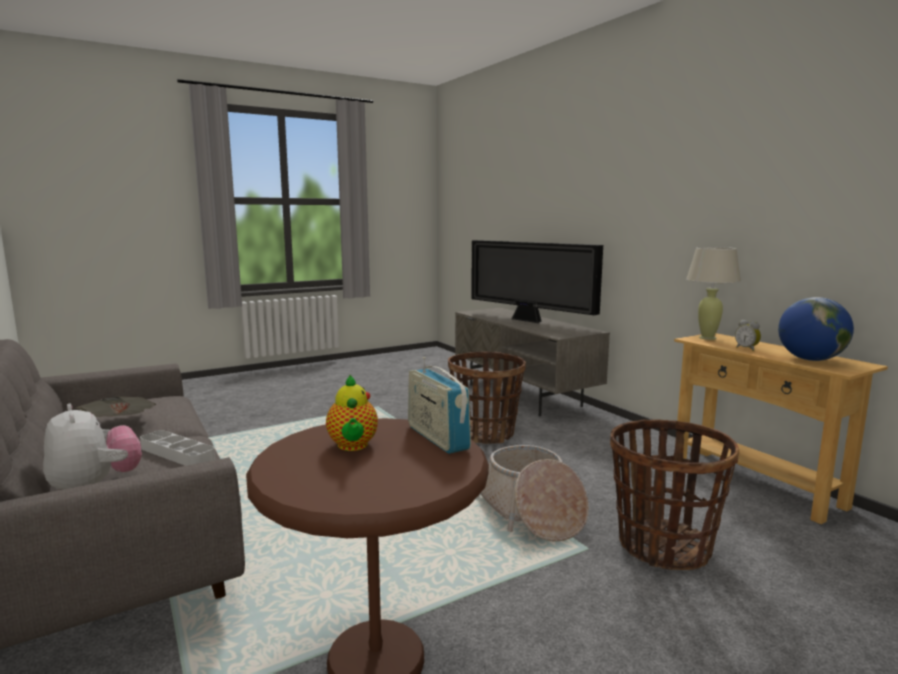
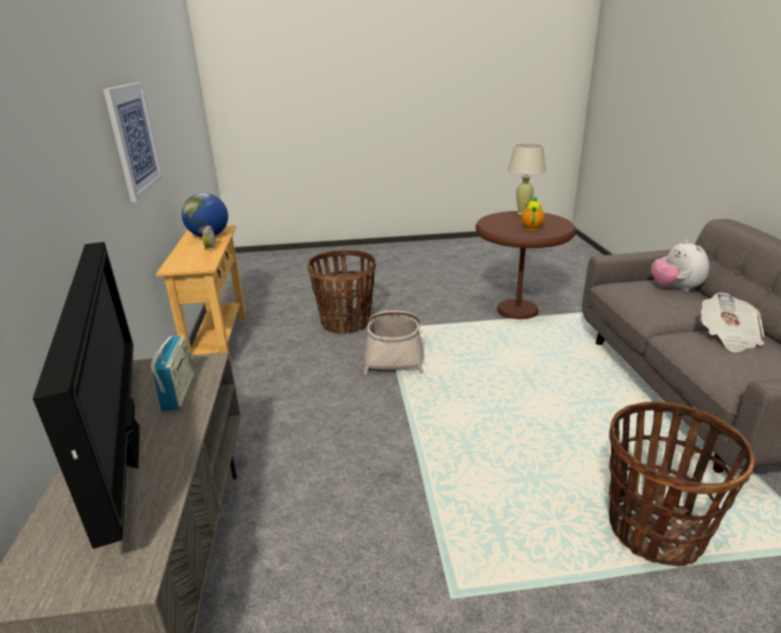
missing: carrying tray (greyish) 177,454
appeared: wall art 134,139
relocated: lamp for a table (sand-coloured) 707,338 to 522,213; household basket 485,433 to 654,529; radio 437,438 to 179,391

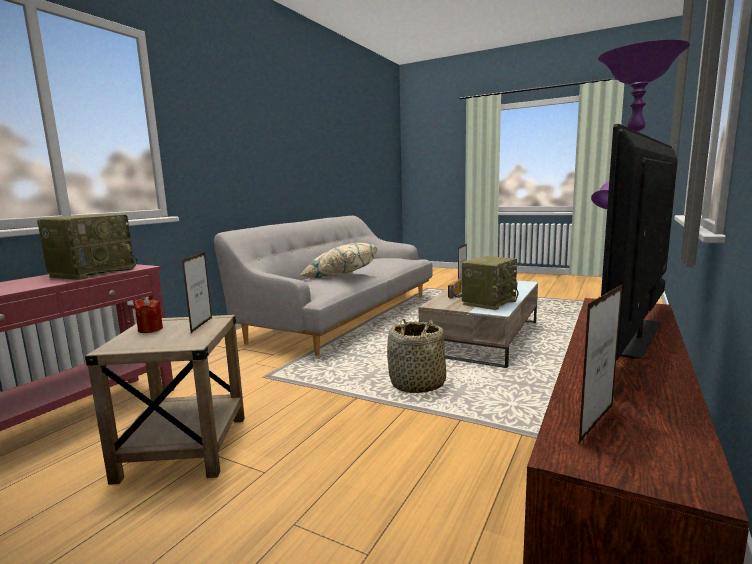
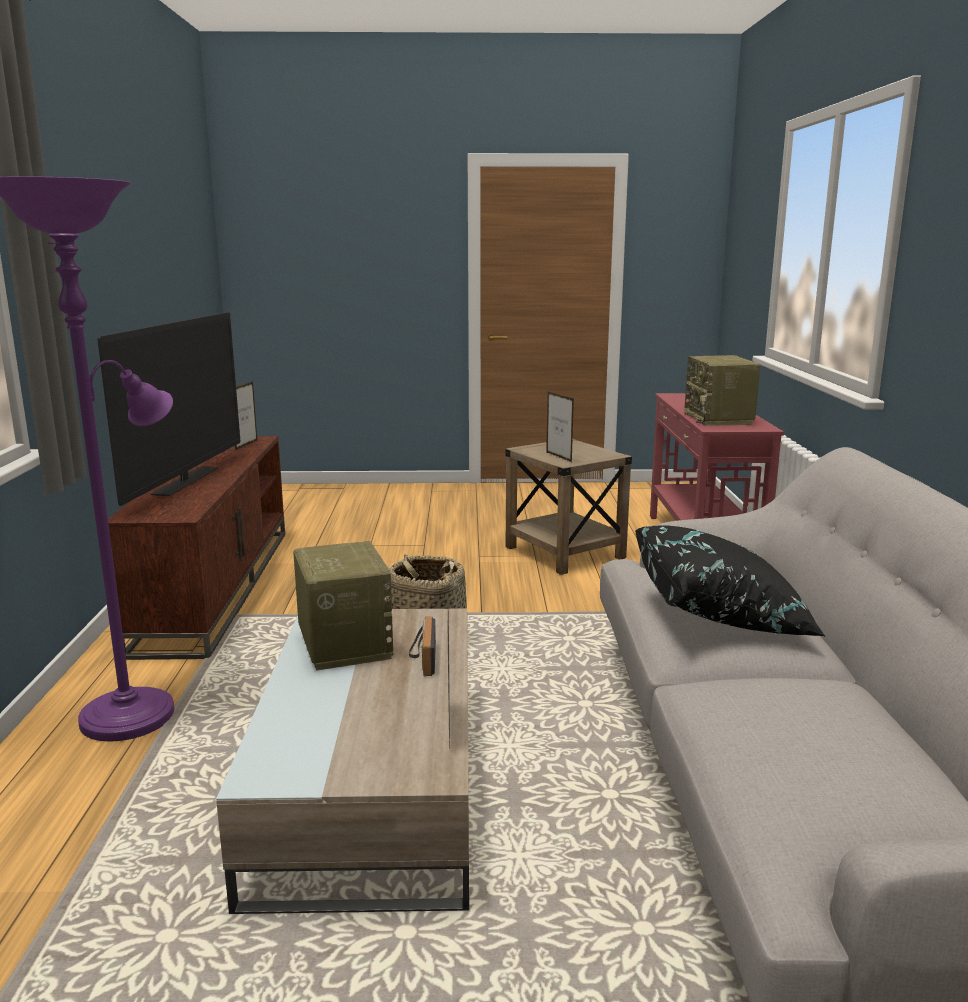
missing: wax light (red) 150,329
colour: pillow (sand-coloured) 340,275 to pillow (black) 721,615
spun: radio 488,302 = 343,643 150 degrees clockwise

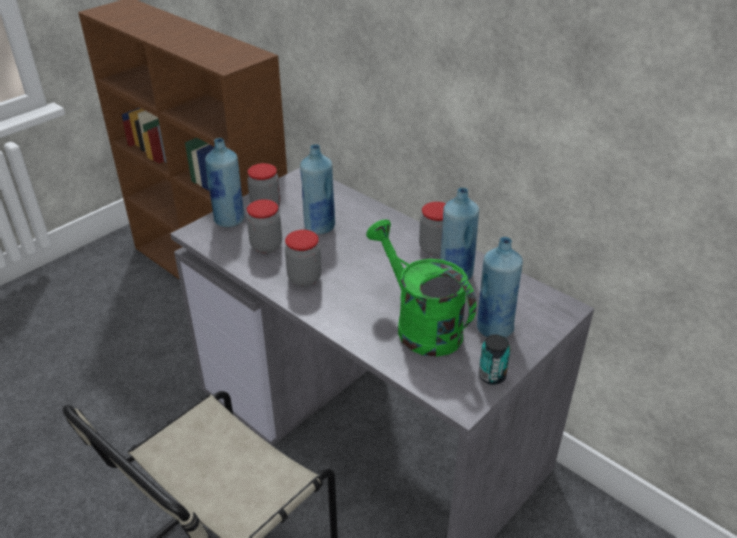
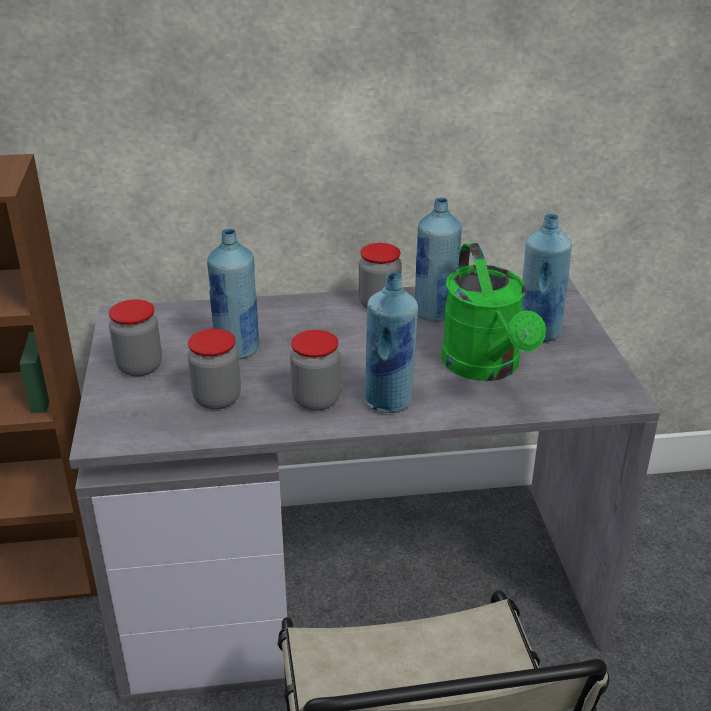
missing: sealed can 492,376
relocated: beverage bottle (blue) 229,220 to 389,401
spun: sprinkling can (green) 420,325 = 486,367 105 degrees counterclockwise

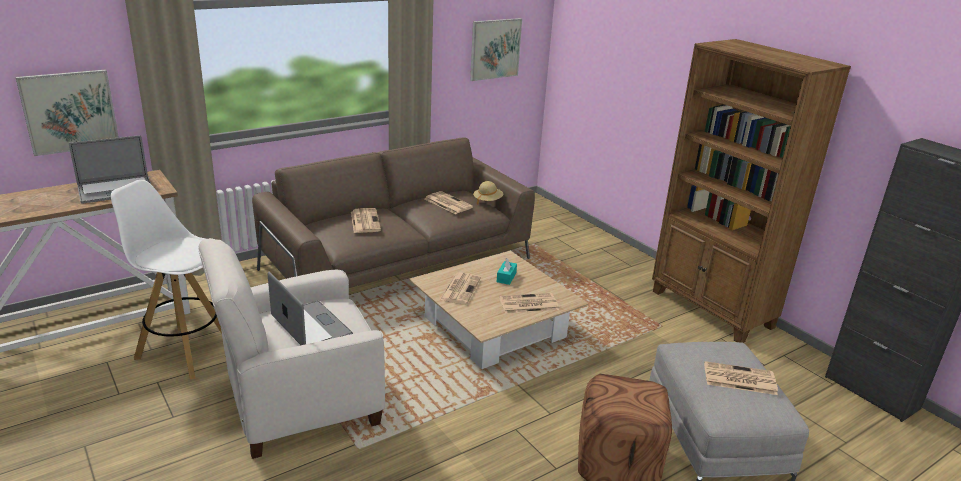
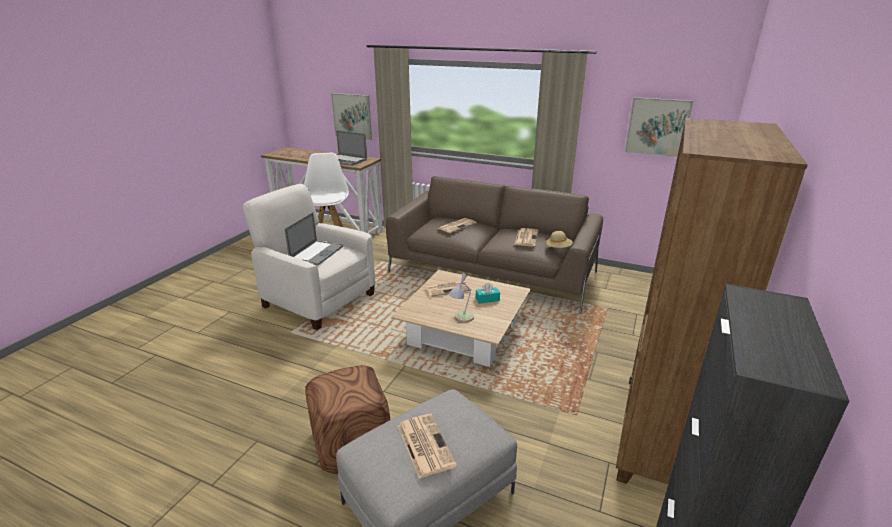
exchanged: printed paper 528,304 to lamp for a table 461,318

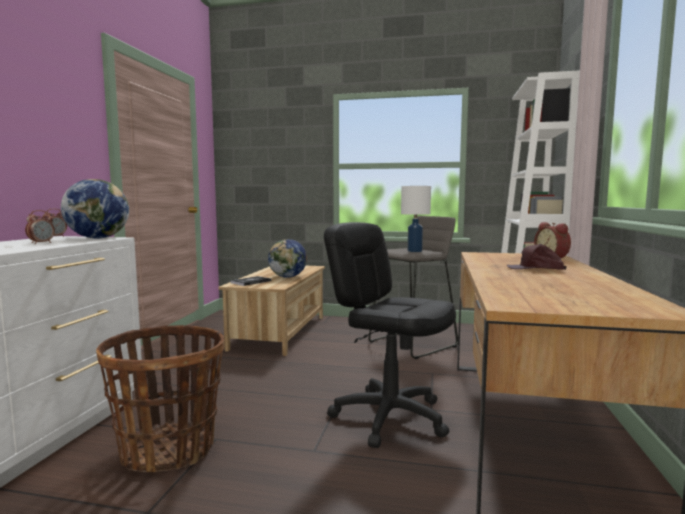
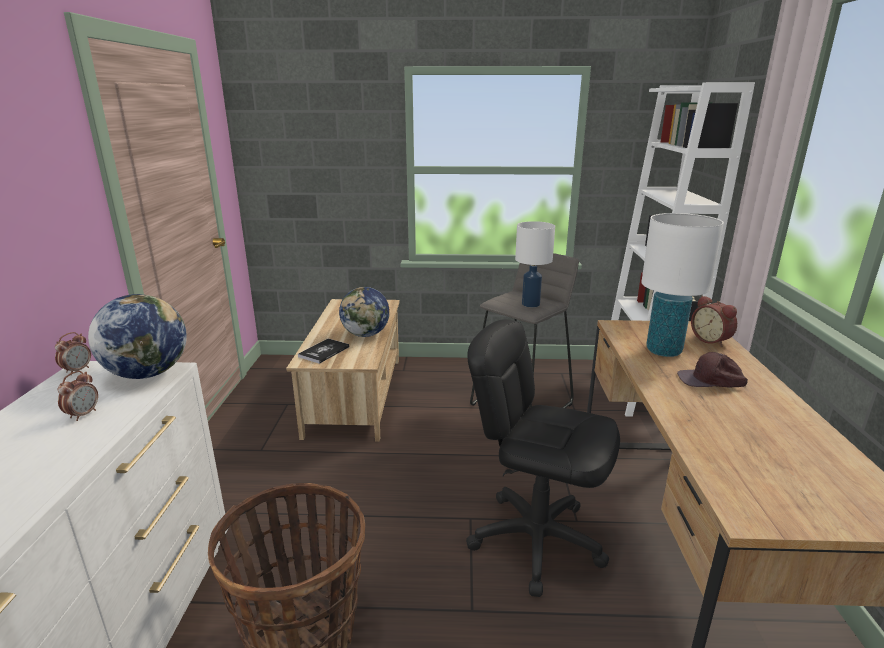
appeared: lamp for a table (white-coloured) 663,351

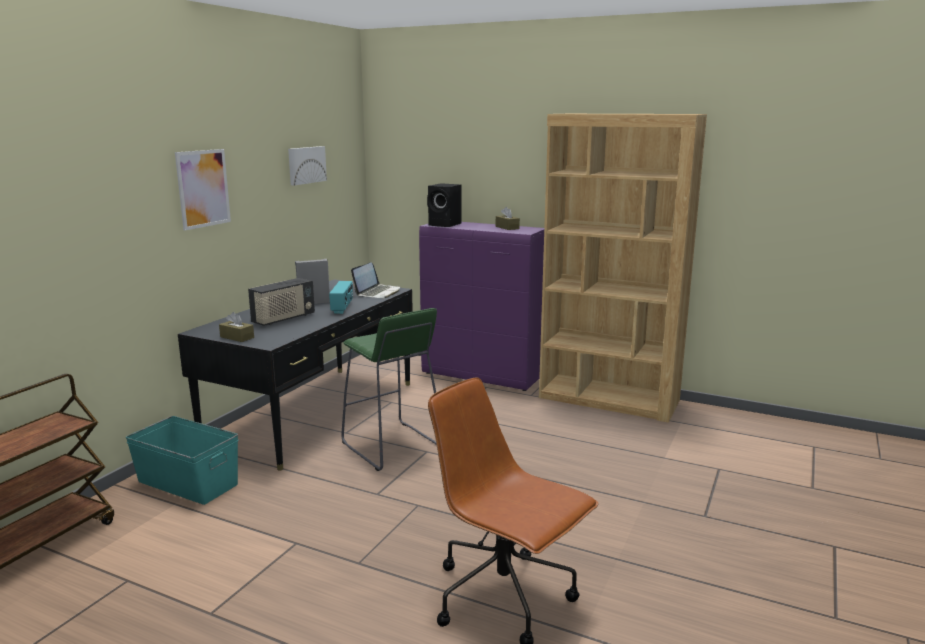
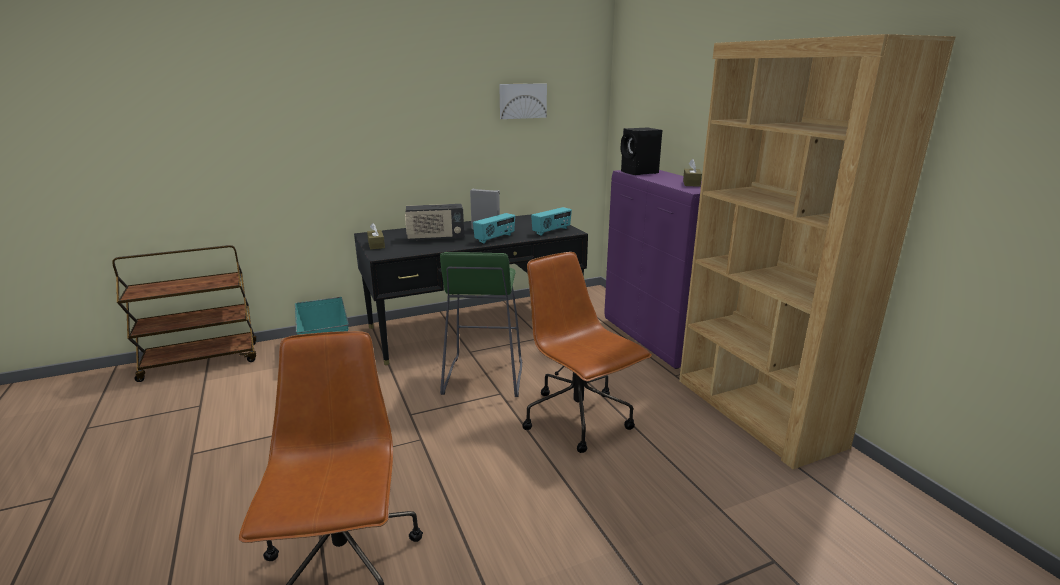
missing: wall art 203,188
appeared: desk chair (brown) 579,419
exchanged: portable computer 378,293 to radio 551,231

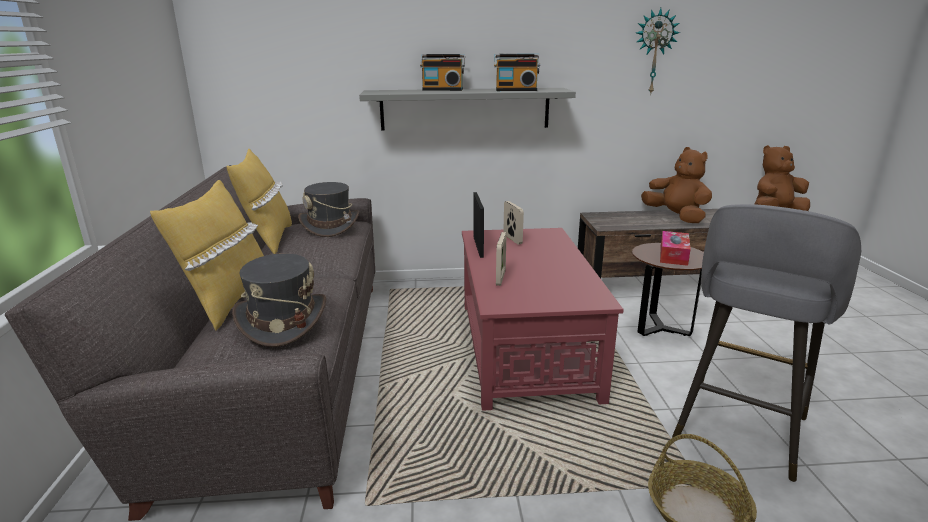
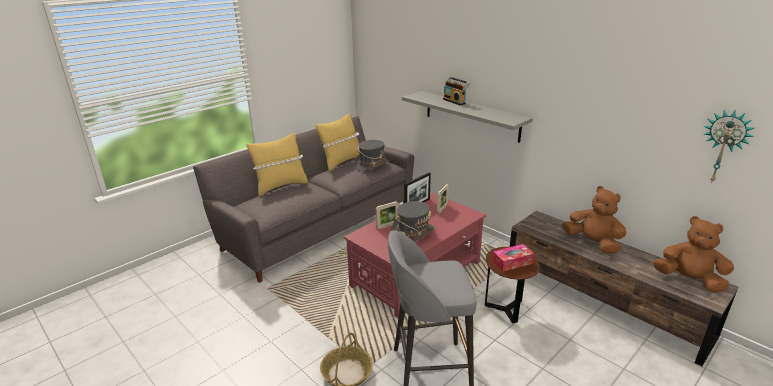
missing: radio 516,90
relocated: hanging clock 654,52 to 723,146; clothing hat (greyish) 282,321 to 412,233
spun: soft toy (brown) 676,217 = 592,243 60 degrees counterclockwise

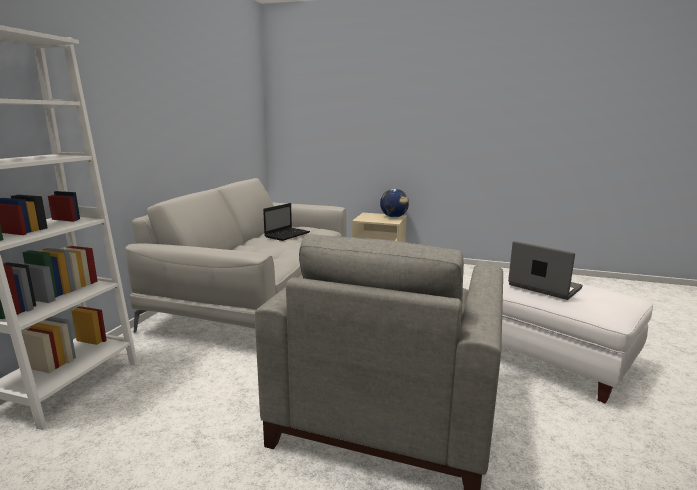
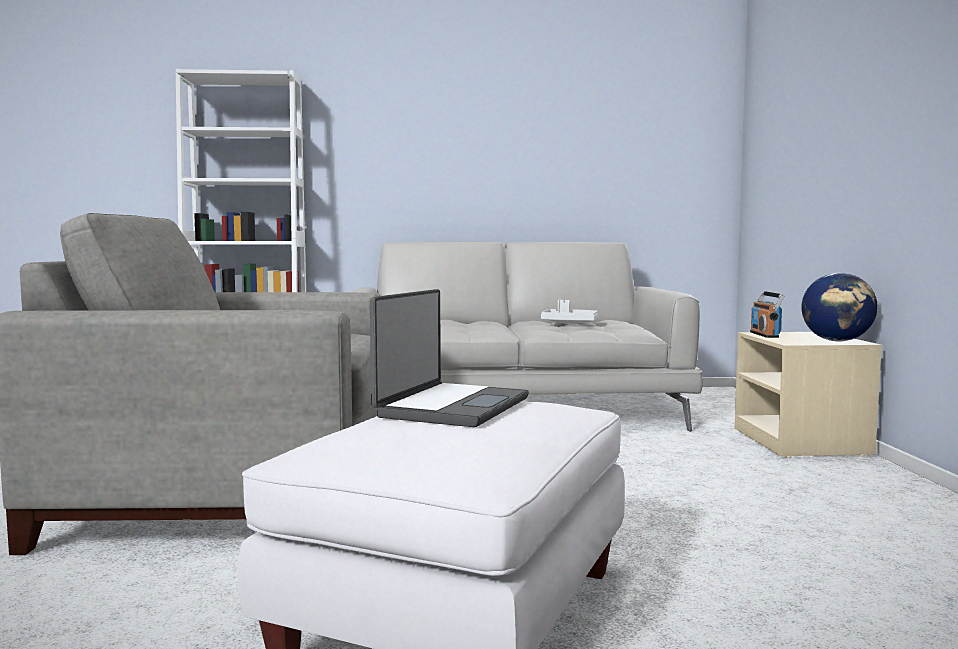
appeared: radio 765,335
exchanged: portable computer 287,234 to carrying tray (white-coloured) 569,323

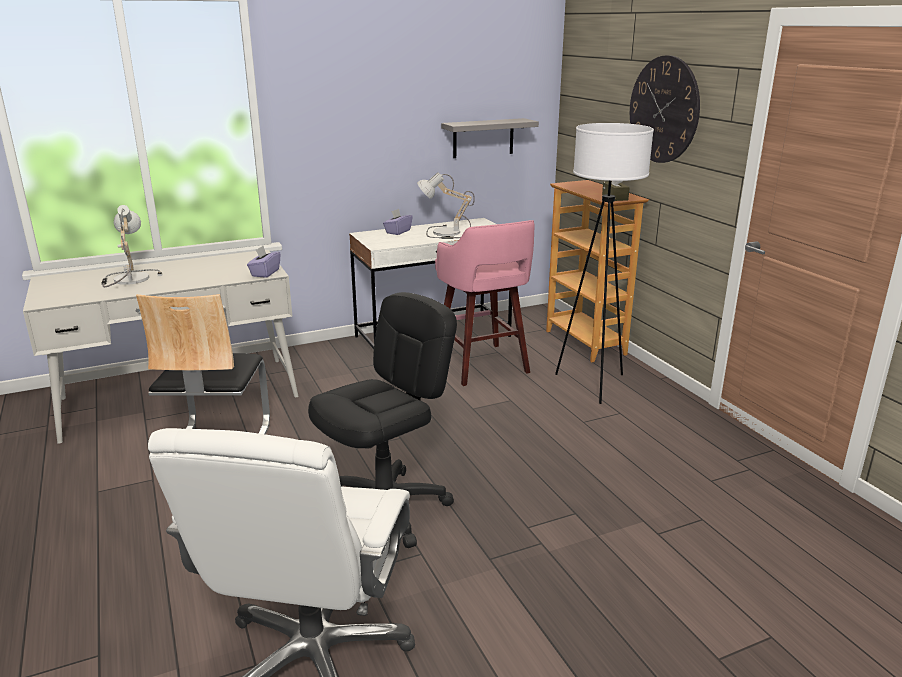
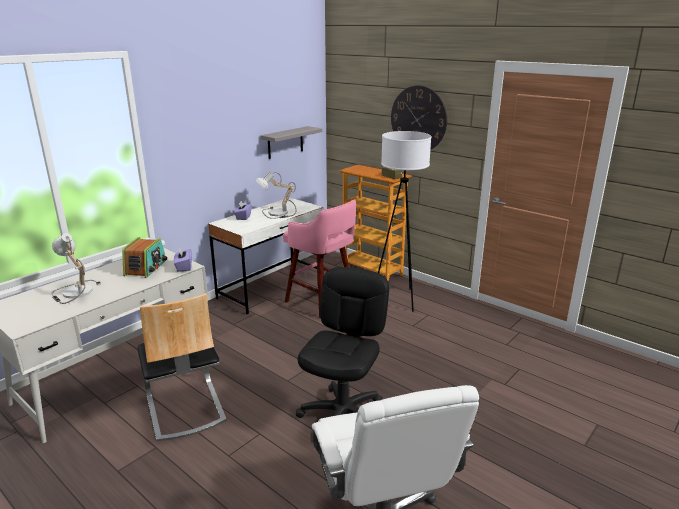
appeared: radio 146,268

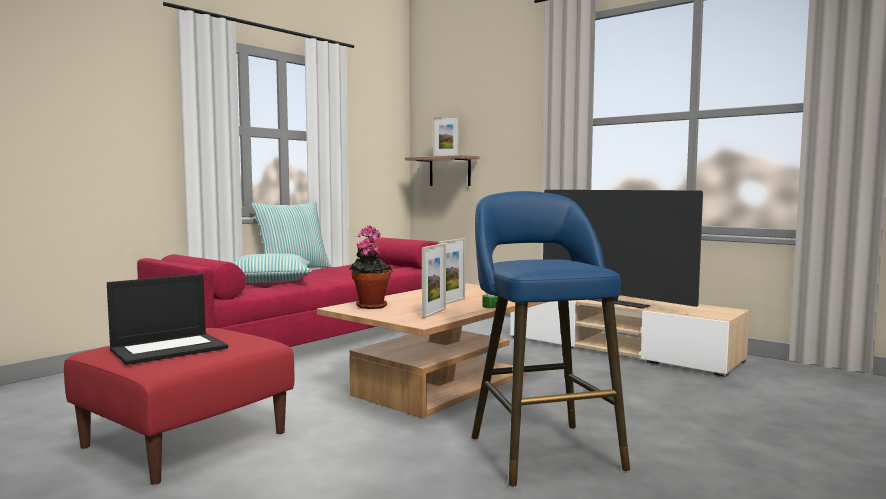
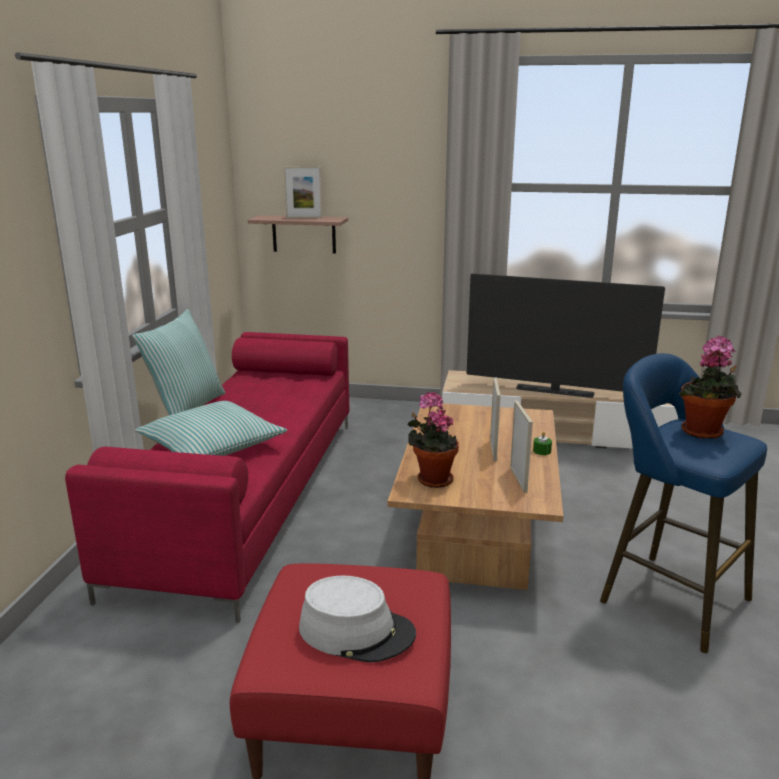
appeared: houseplant 703,433
exchanged: portable computer 170,348 to clothing hat (greyish) 356,631

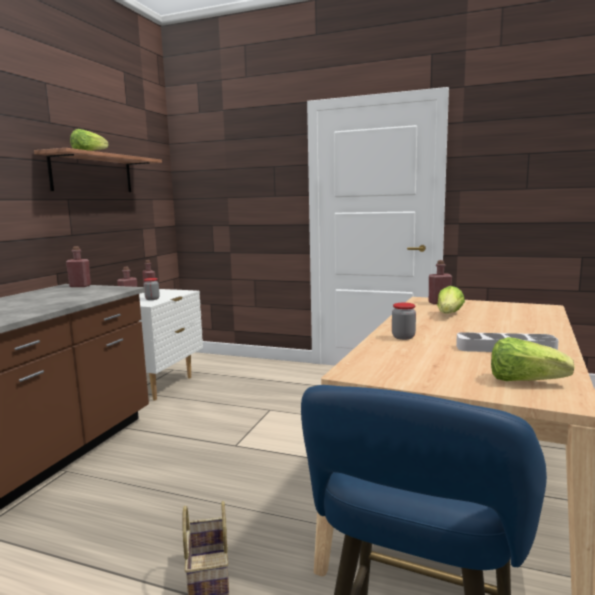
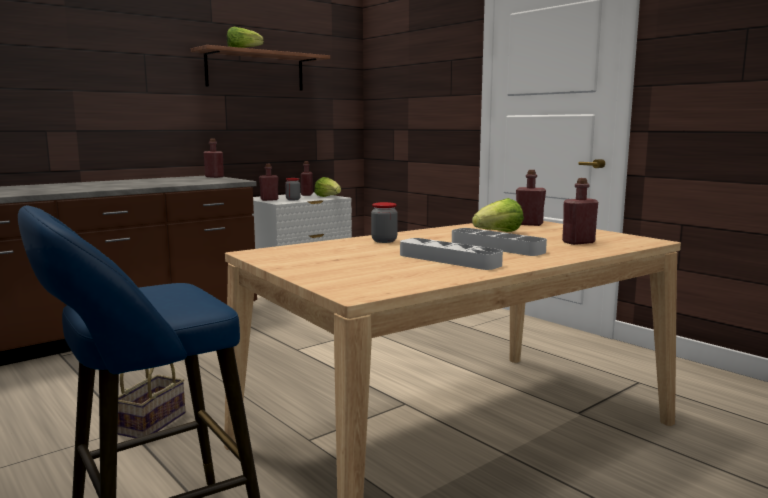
appeared: beverage bottle (red) 578,242; carrying tray (greyish) 496,247
relocated: head of lettuce 524,381 to 328,197

